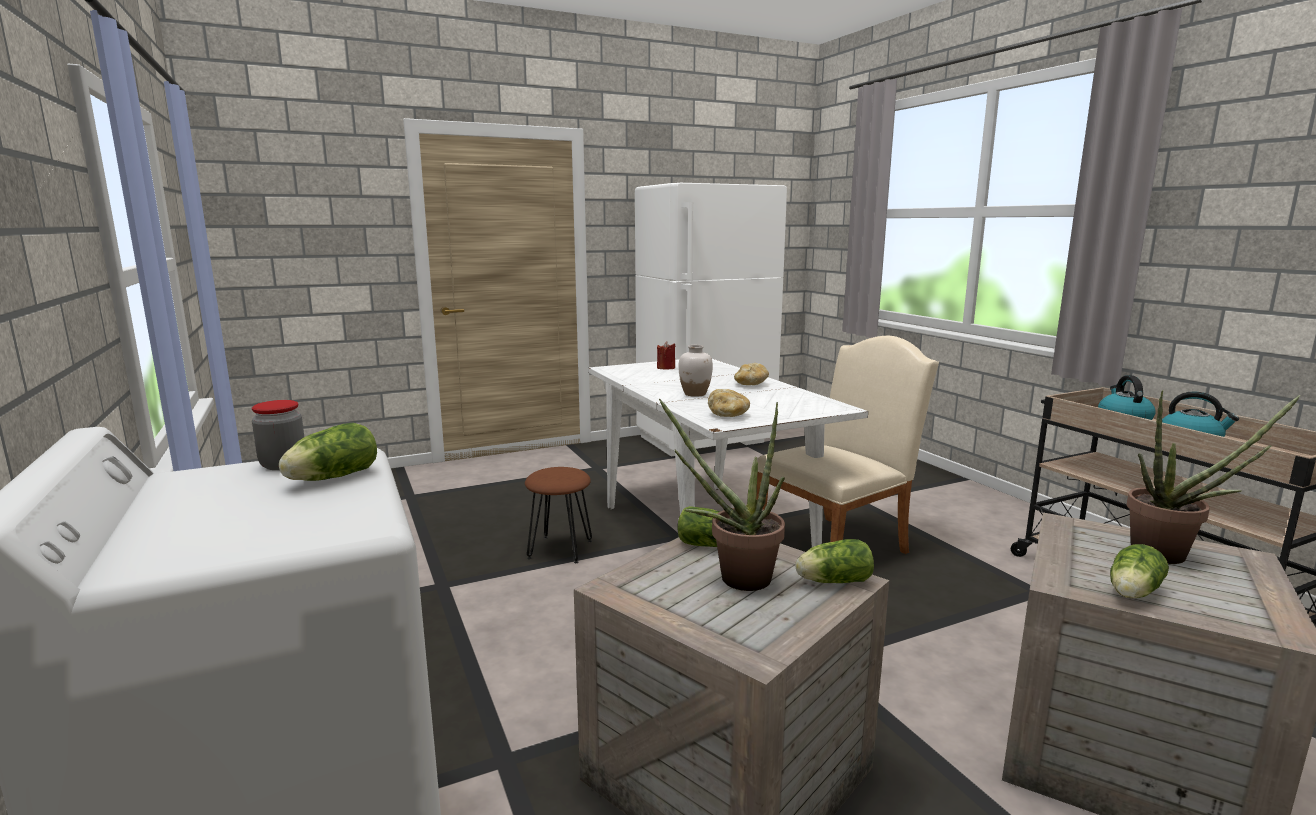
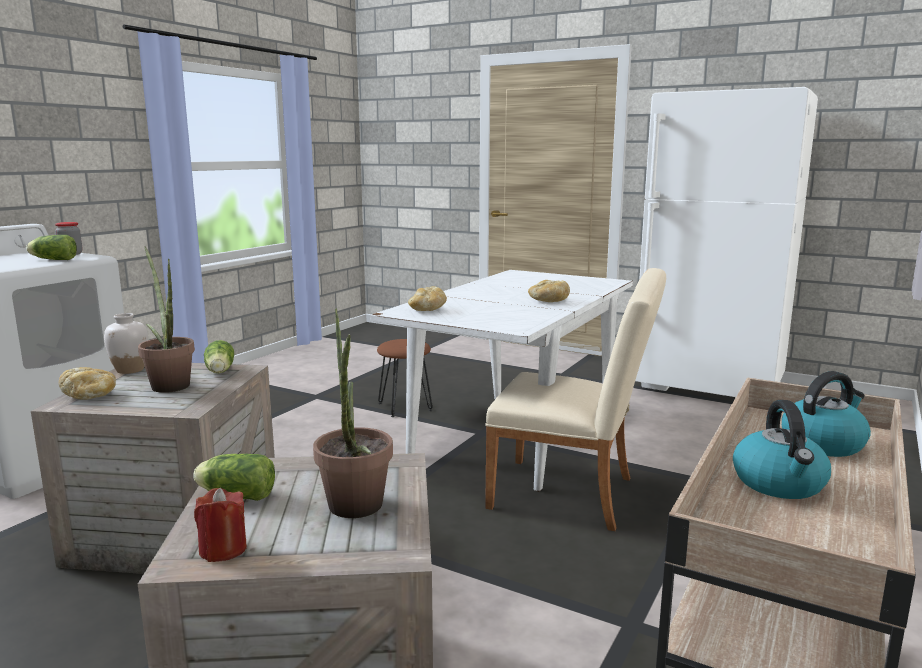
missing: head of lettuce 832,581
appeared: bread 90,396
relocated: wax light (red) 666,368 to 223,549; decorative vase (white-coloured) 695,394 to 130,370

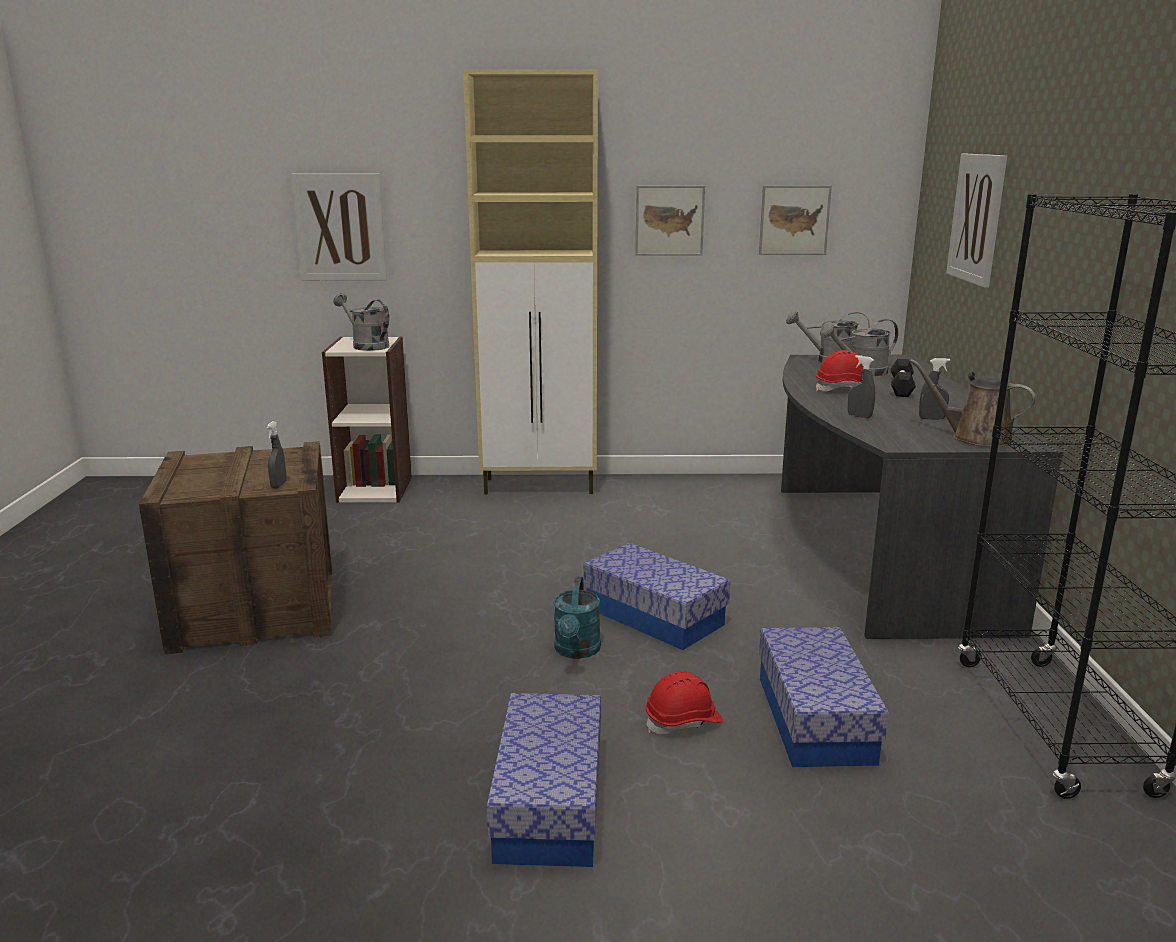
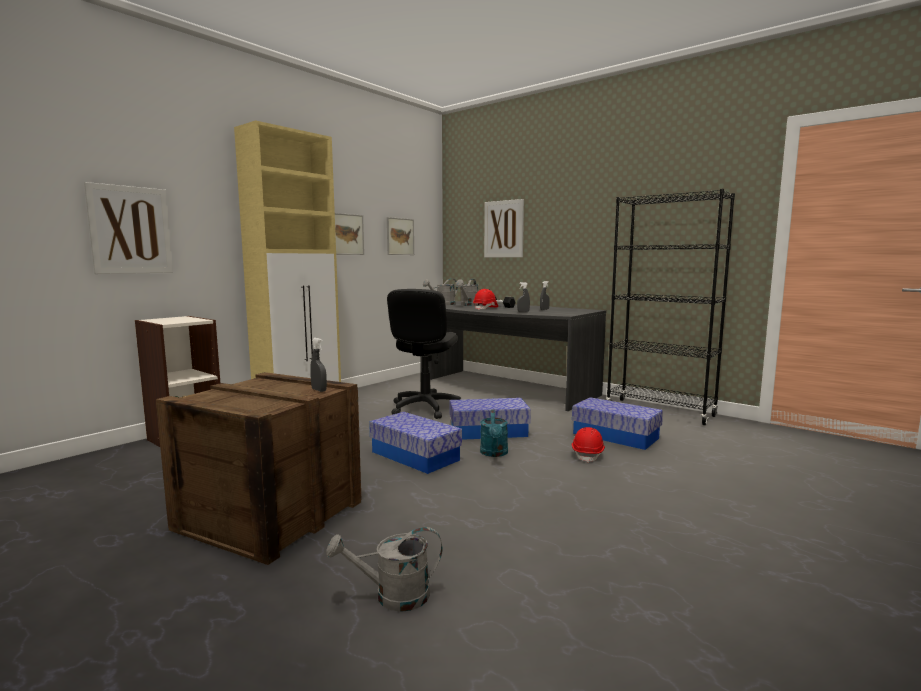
missing: sprinkling can (brown) 975,438
appeared: desk chair (black) 425,408
relocated: sprinkling can (greyish) 366,345 to 392,596; storage container 549,803 to 415,456
spun: sprinkling can (turquoise) 576,651 = 494,453 45 degrees clockwise

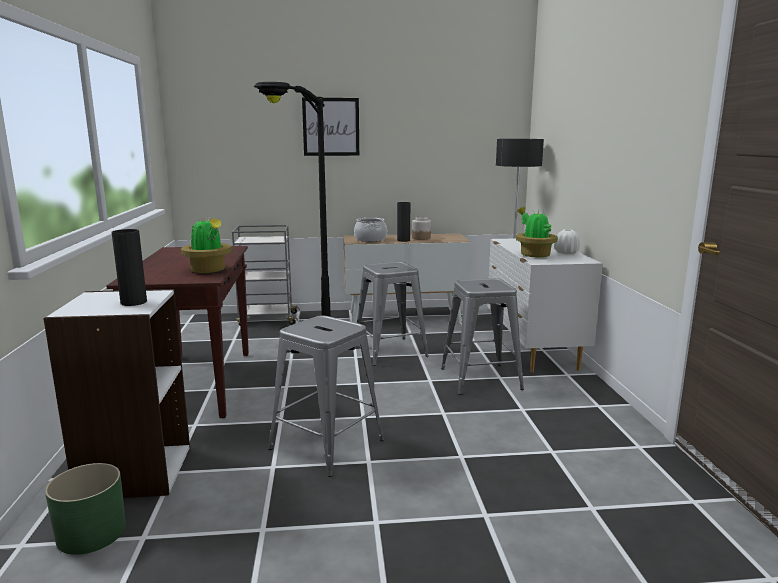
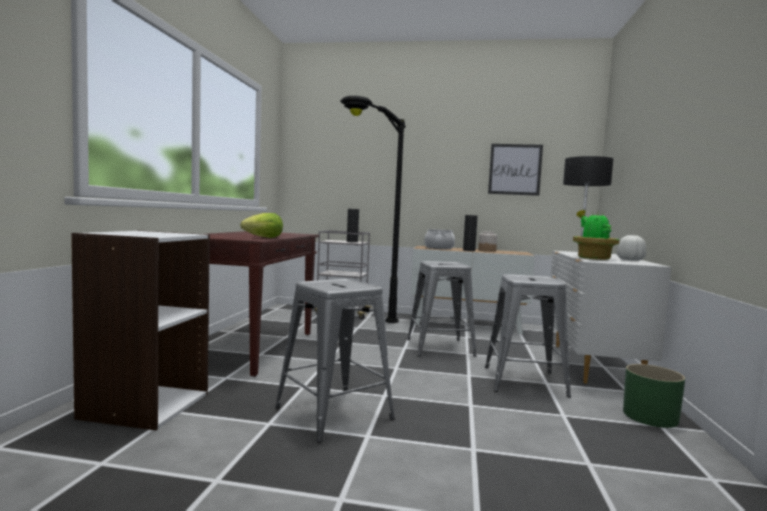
relocated: wall art 331,127 to 515,169; decorative vase (black) 133,302 to 352,241; flower pot (green) 92,533 to 650,416
exchanged: houseplant 209,270 to head of lettuce 264,237

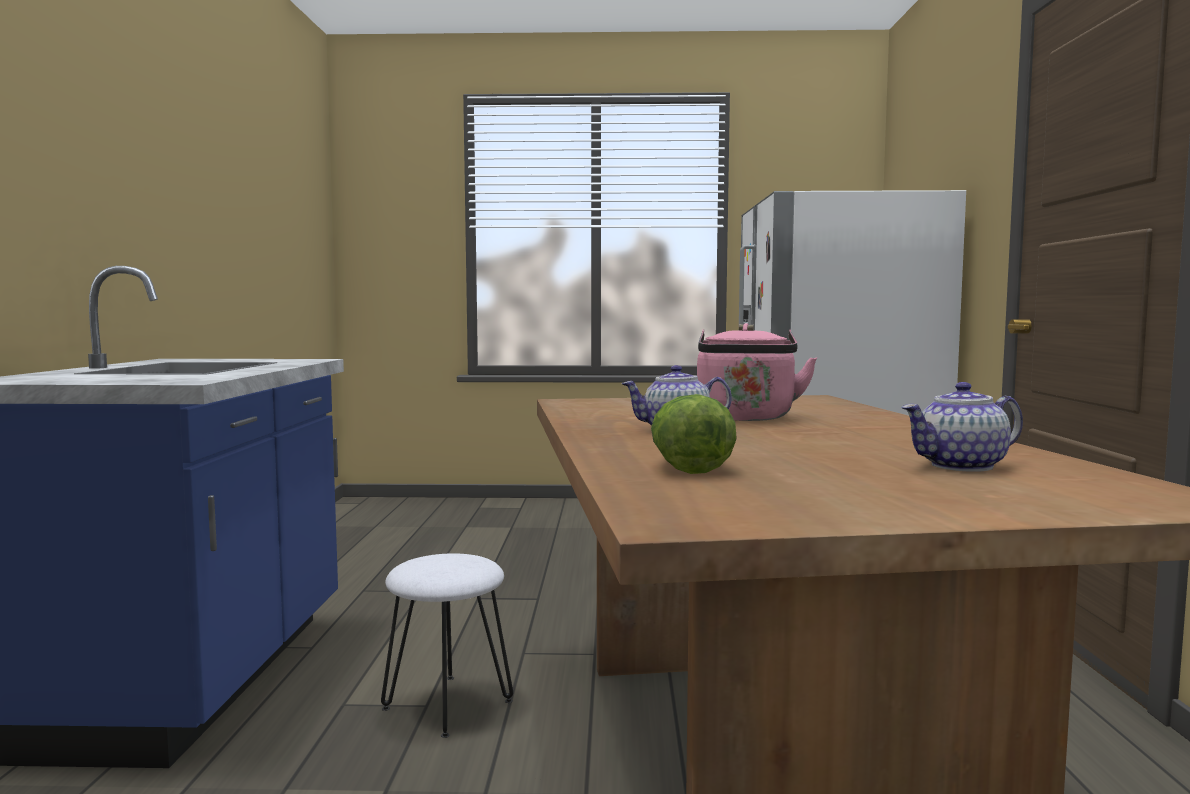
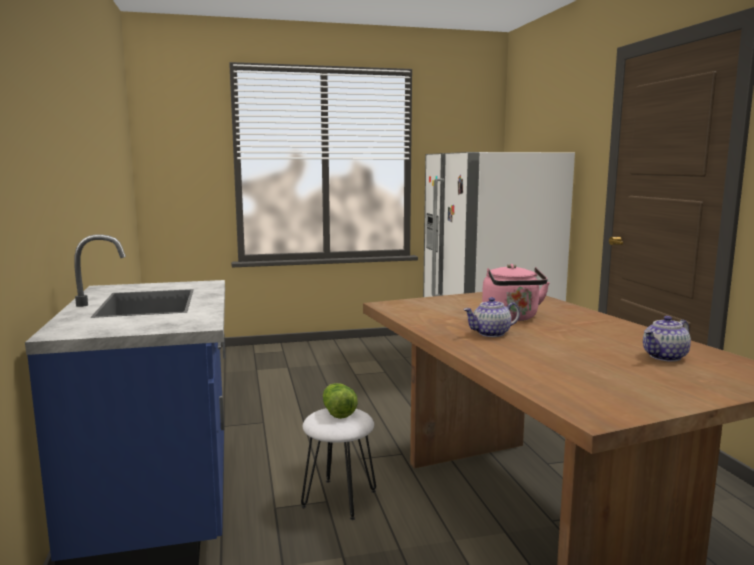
relocated: head of lettuce 688,466 to 338,412

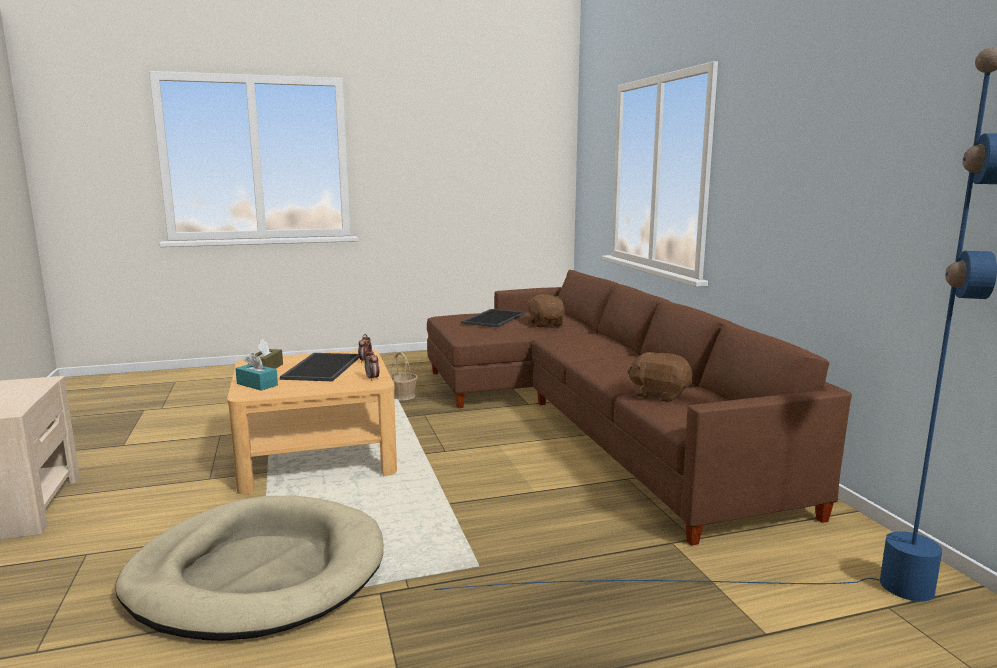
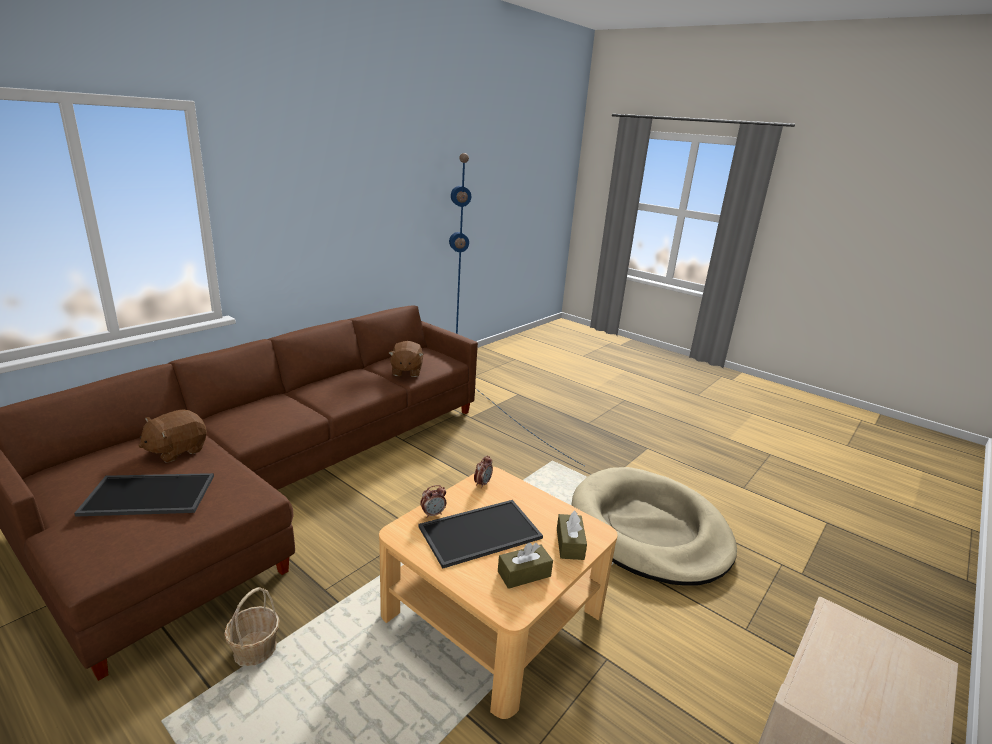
colour: tissue holder (turquoise) 257,384 to tissue holder (brown) 570,544

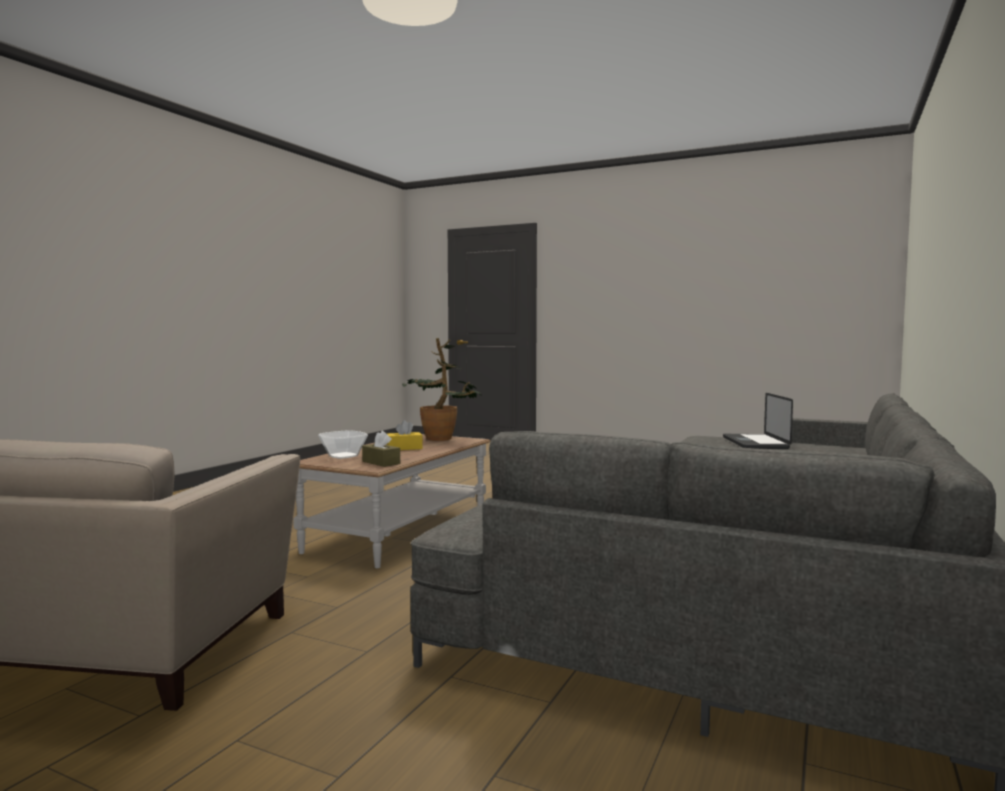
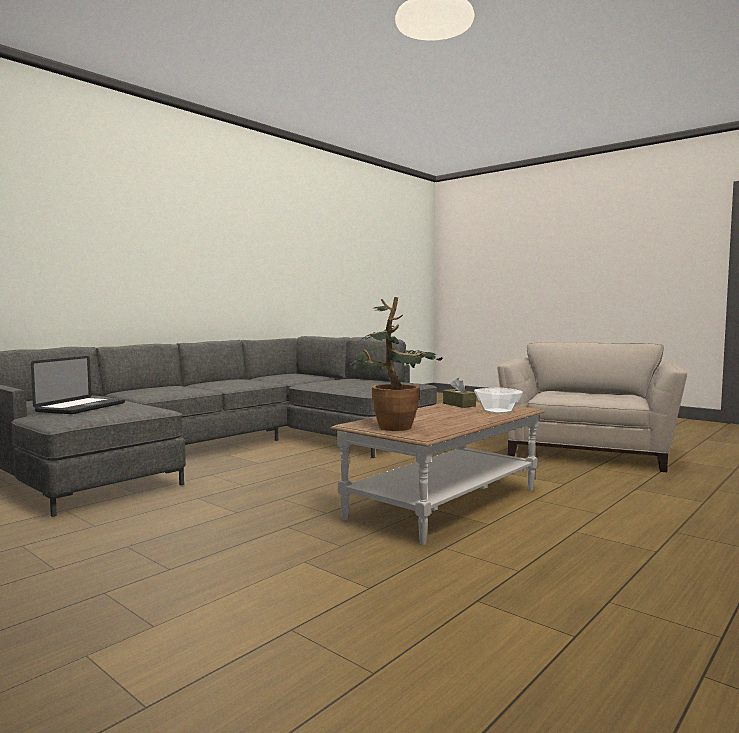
missing: tissue holder (yellow) 404,448

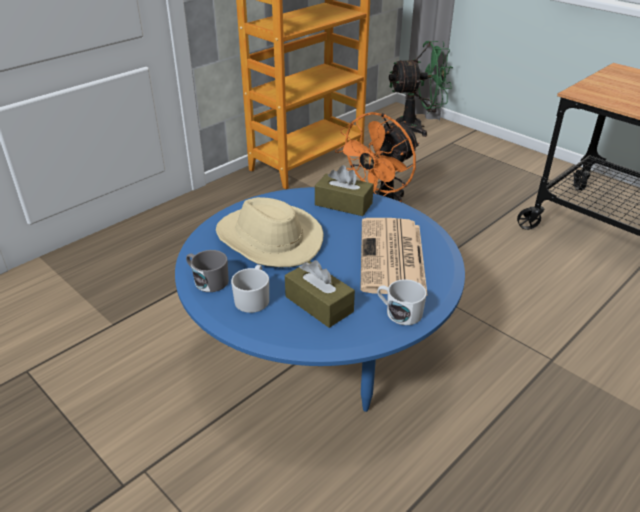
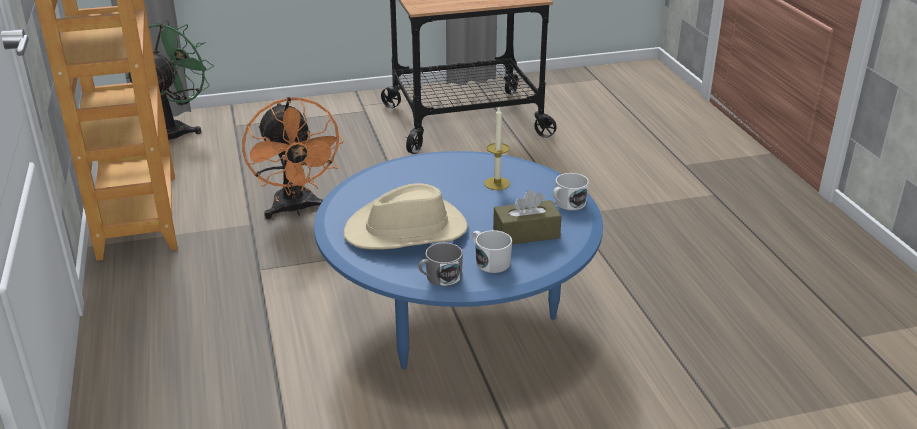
missing: tissue holder (brown) 343,204
exchanged: printed paper 393,258 to wax light 497,183

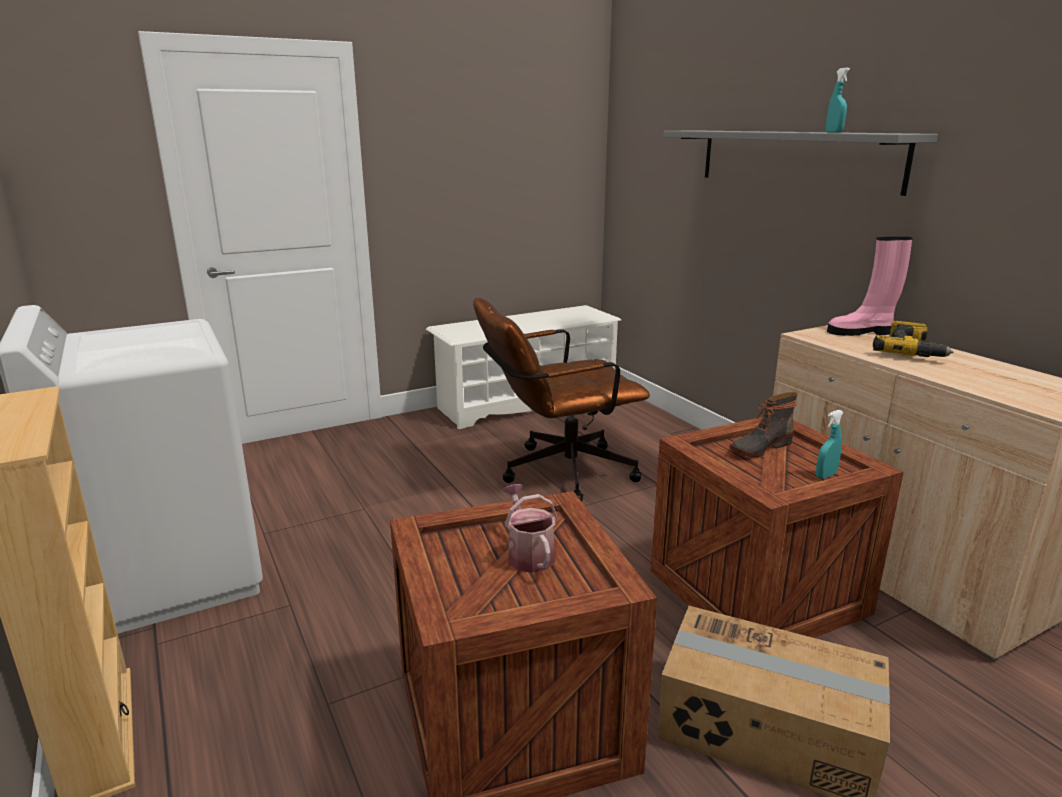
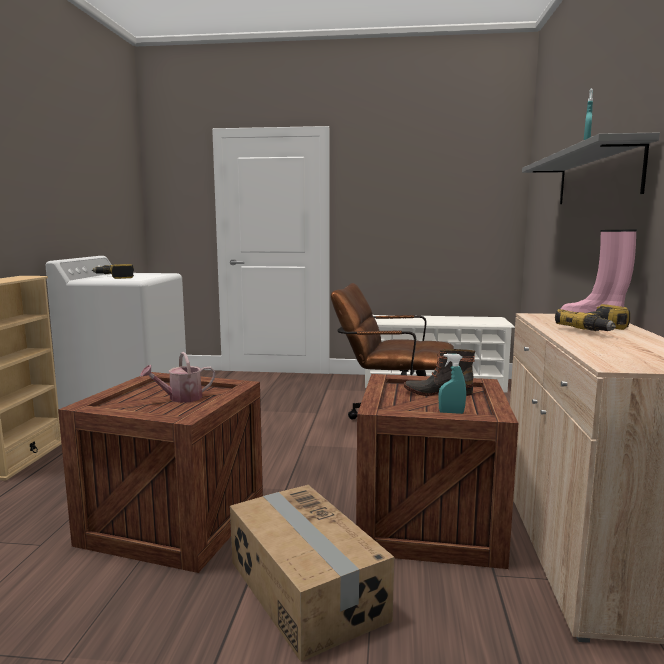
appeared: electric drill 116,277
spun: sprinkling can 528,554 = 180,398 135 degrees counterclockwise

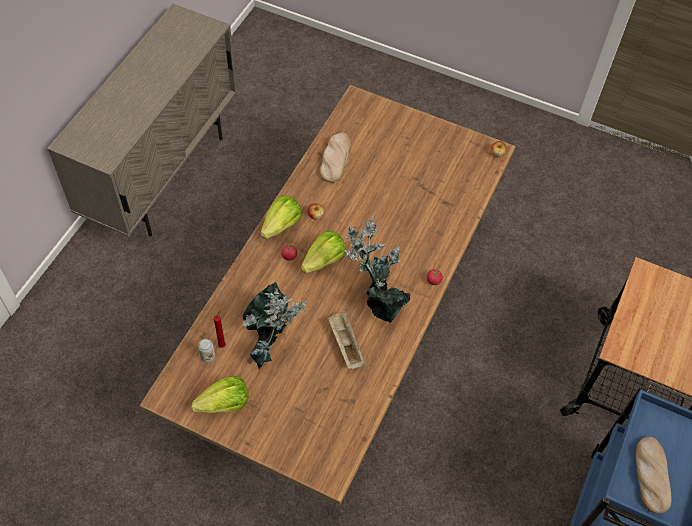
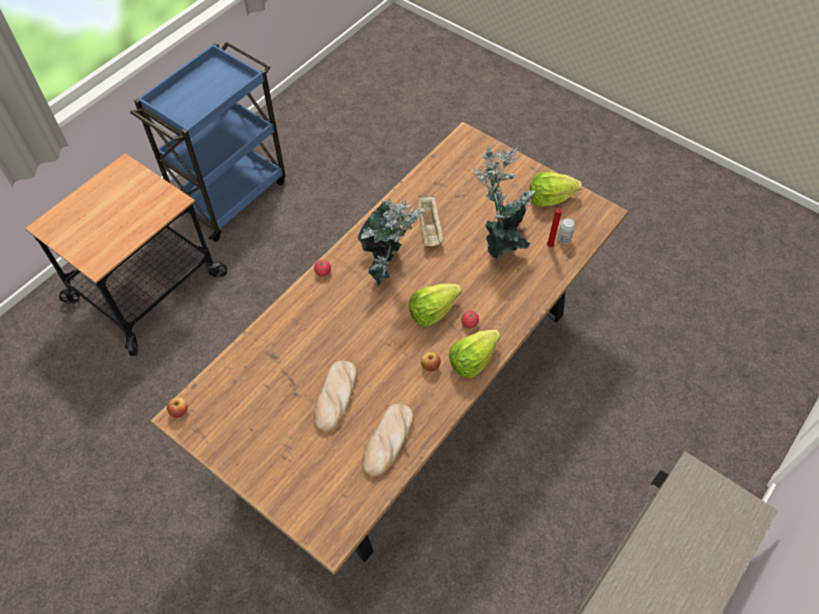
relocated: bread 651,475 to 335,397

